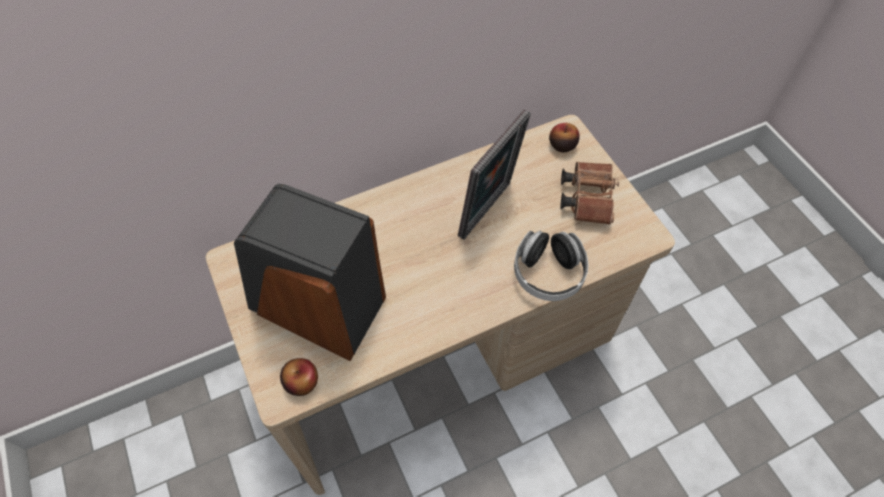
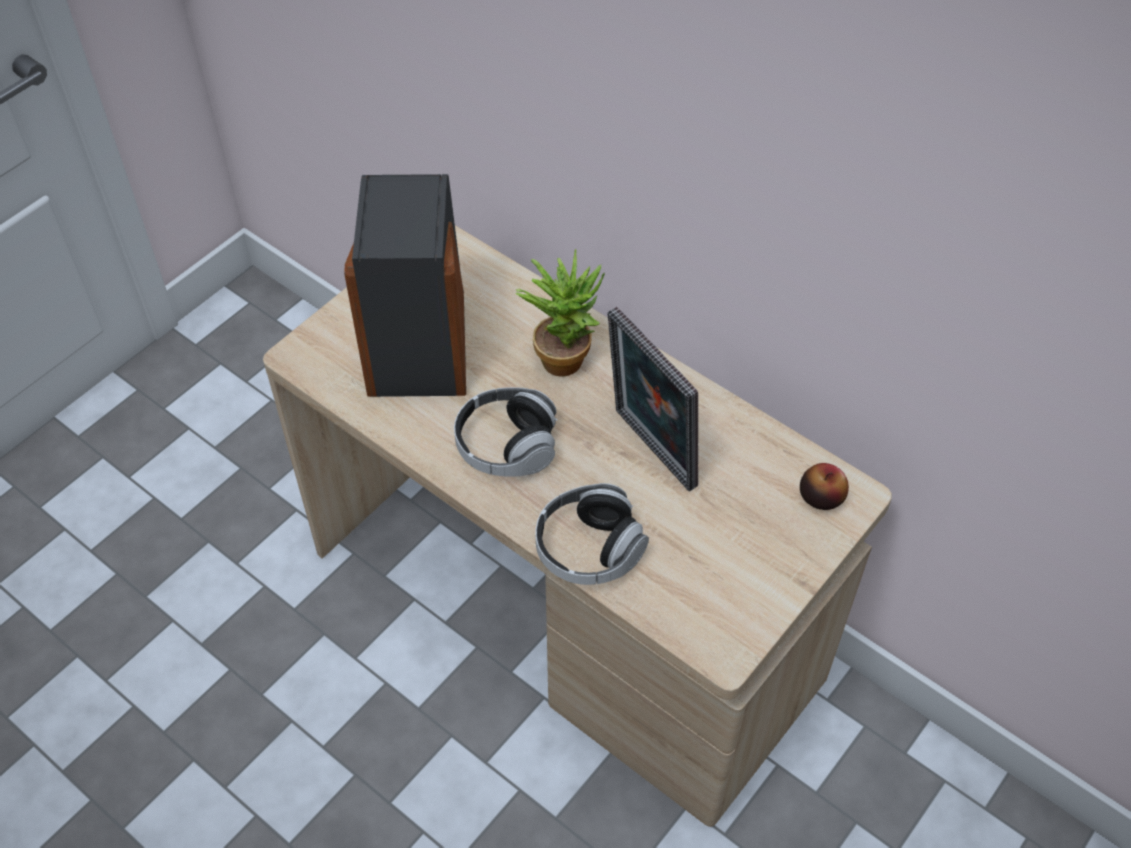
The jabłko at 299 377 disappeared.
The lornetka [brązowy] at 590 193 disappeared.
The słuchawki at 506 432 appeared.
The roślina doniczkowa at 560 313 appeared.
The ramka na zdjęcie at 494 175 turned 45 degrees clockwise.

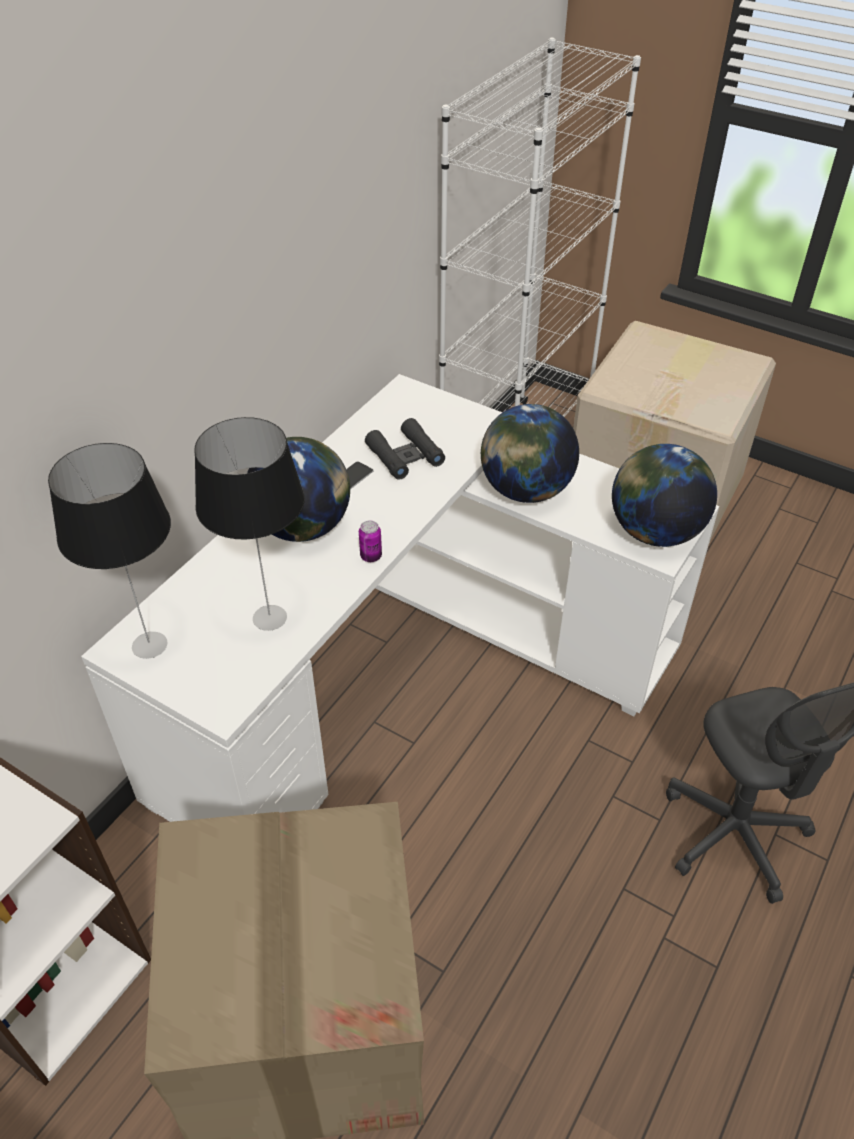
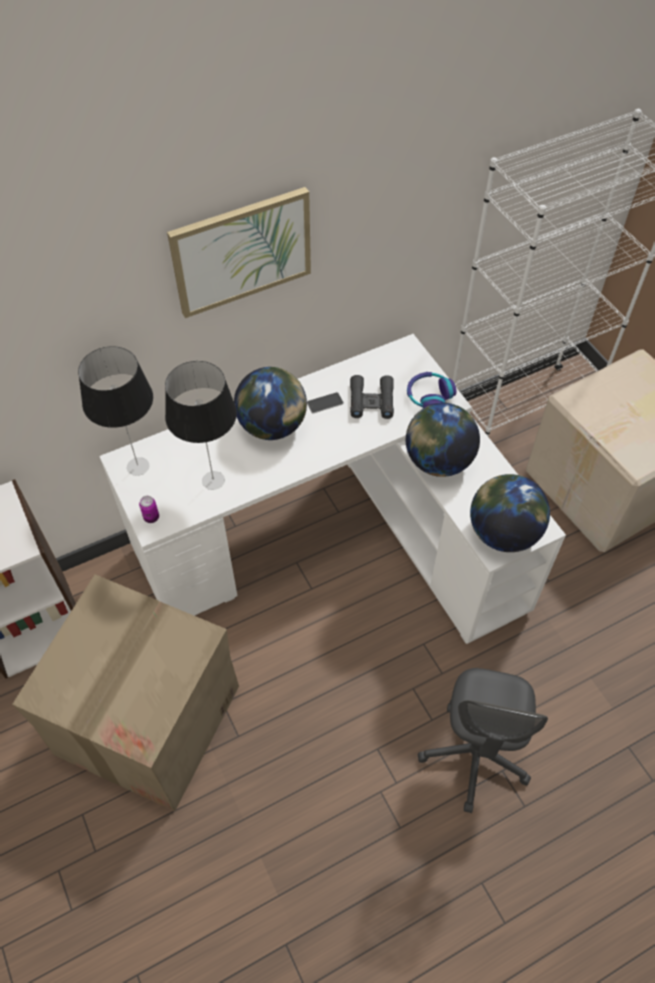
The obraz at 239 252 appeared.
The słuchawki at 431 390 appeared.
The puszka moved from 370 541 to 149 509.

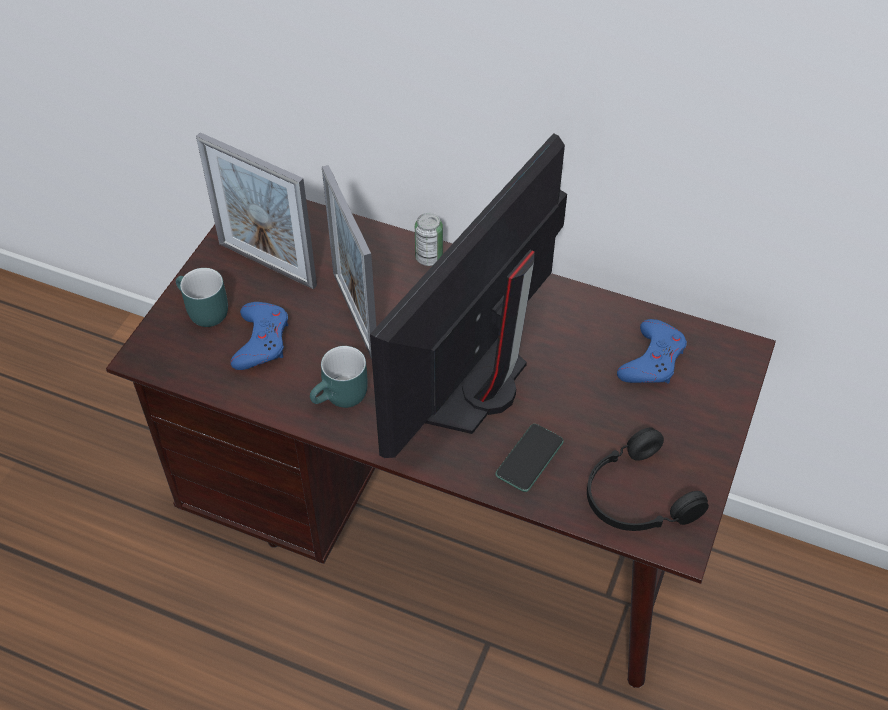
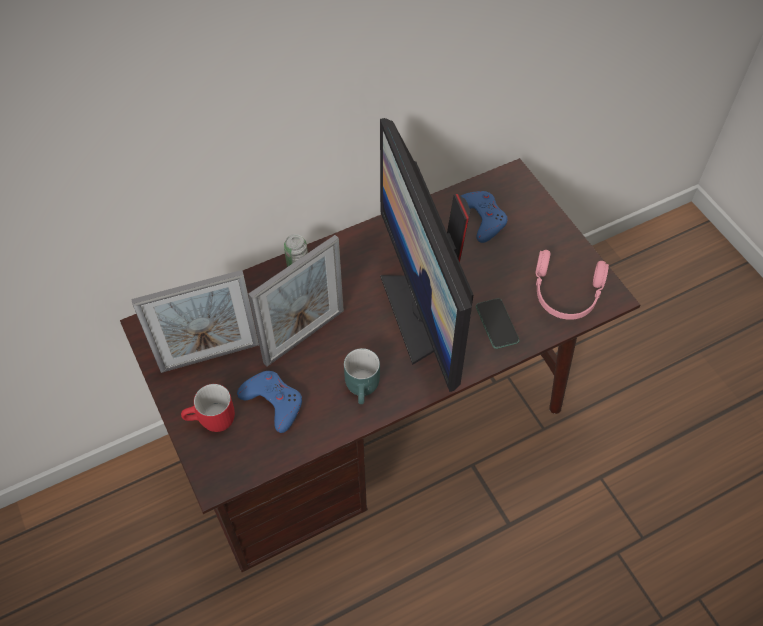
The kubek [turkusowy] at 202 297 became the kubek [czerwony] at 208 408.
The słuchawki [czarny] at 648 479 became the słuchawki [różowy] at 572 285.
The ramka na zdjęcie at 349 262 turned 60 degrees counterclockwise.

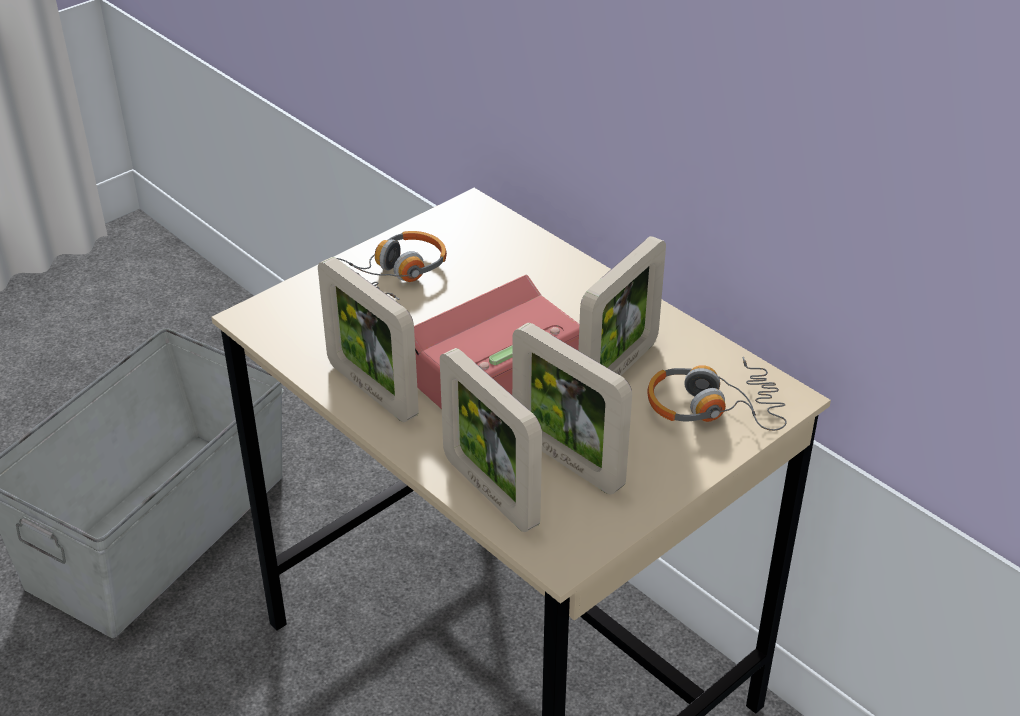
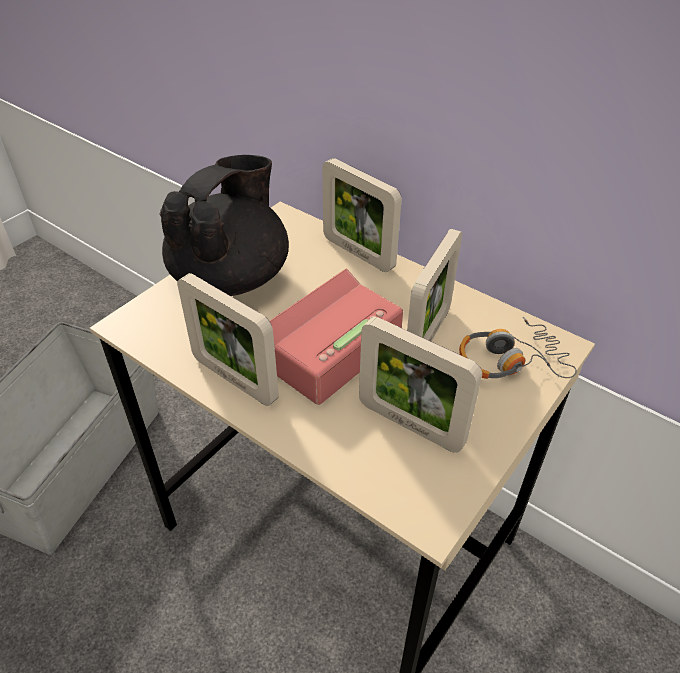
The ramka na zdjęcie moved from 491 440 to 362 215.
The słuchawki at 392 265 was replaced by the imbryk [czarny] at 224 225.

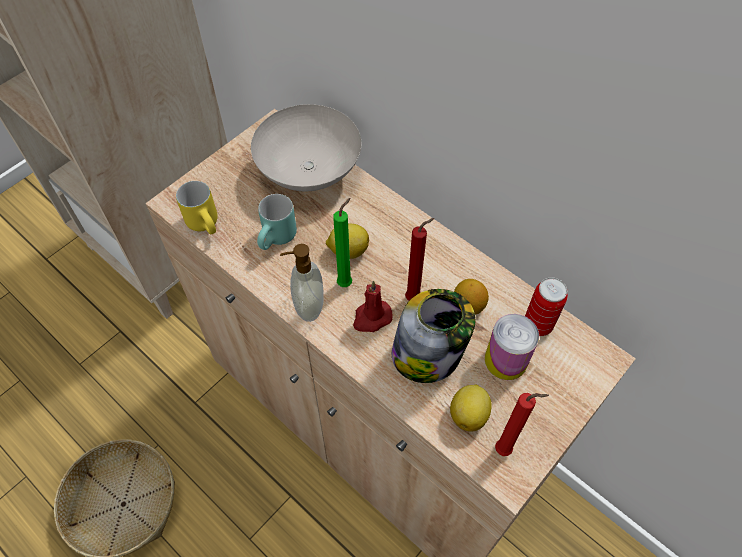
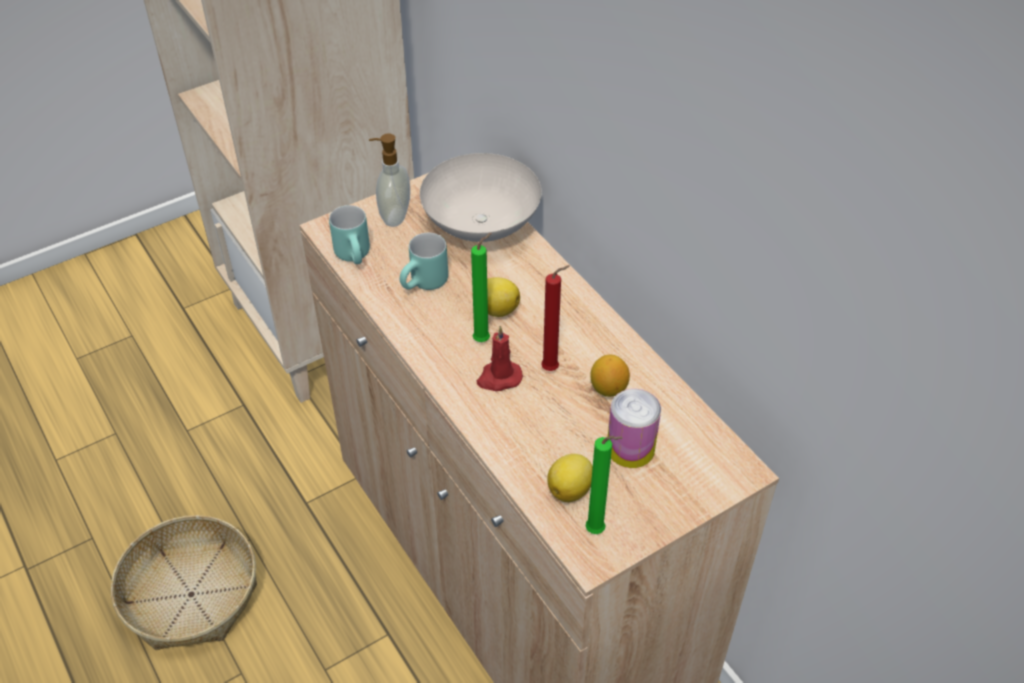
The słoik at 434 336 disappeared.
The puszka at 546 306 disappeared.
The dozownik mydła moved from 301 283 to 389 180.
The kubek [żółty] at 197 207 became the kubek [turkusowy] at 349 234.
The świeca [czerwony] at 522 424 became the świeca [zielony] at 604 485.

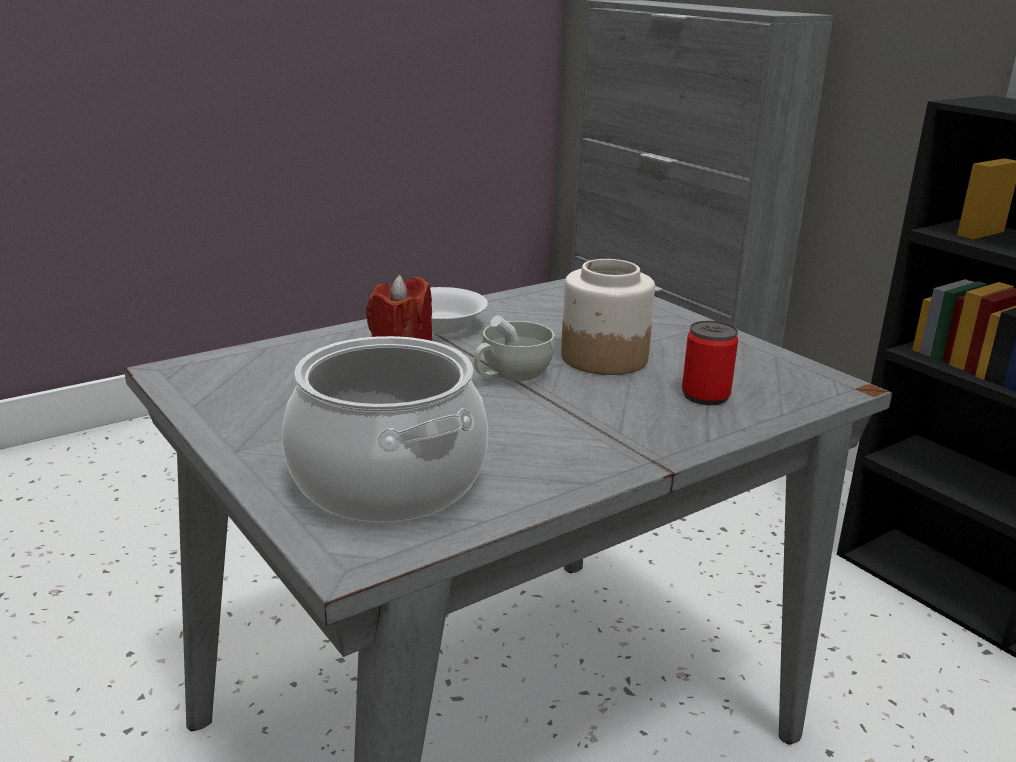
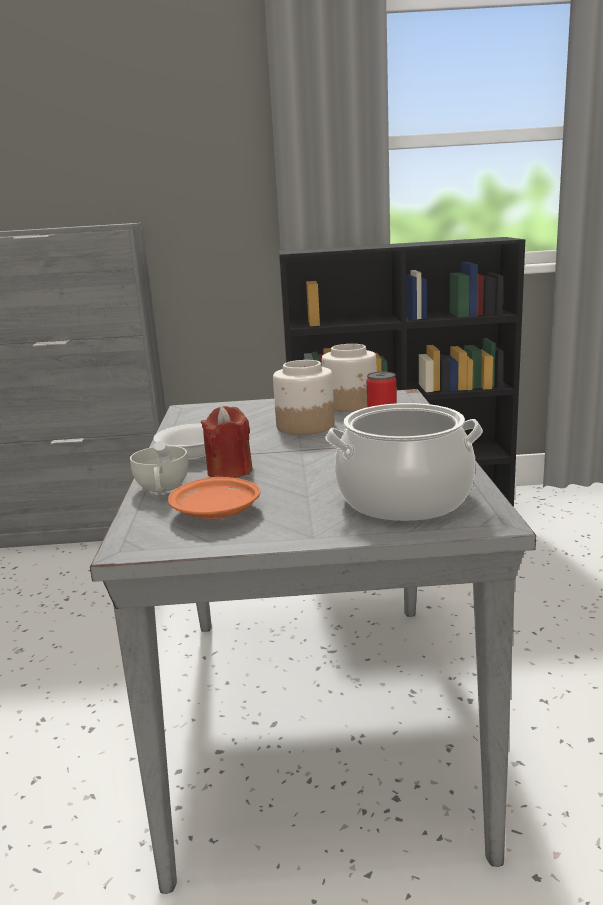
The talerz [pomarańczowy] at 214 498 appeared.
The słoik at 349 378 appeared.
The filiżanka [biały] moved from 514 348 to 159 467.

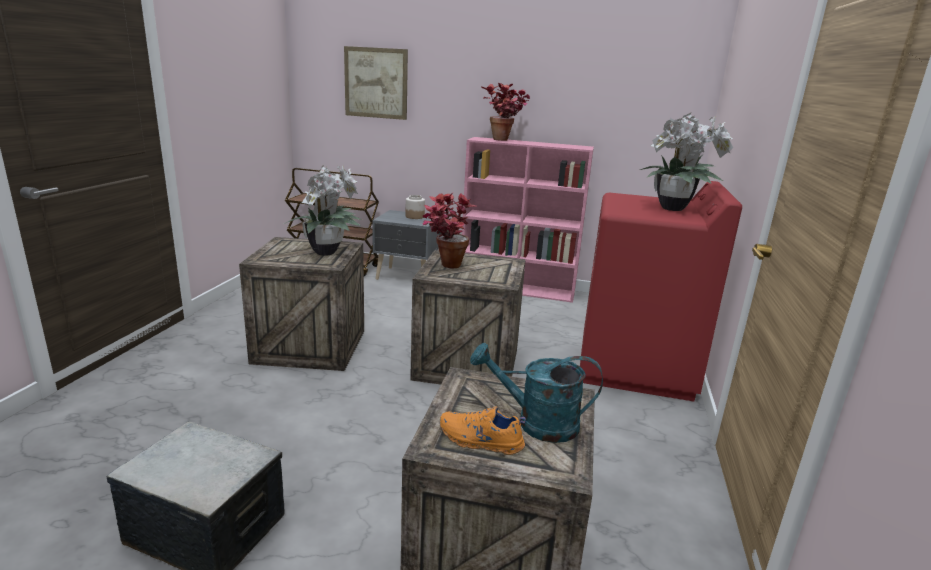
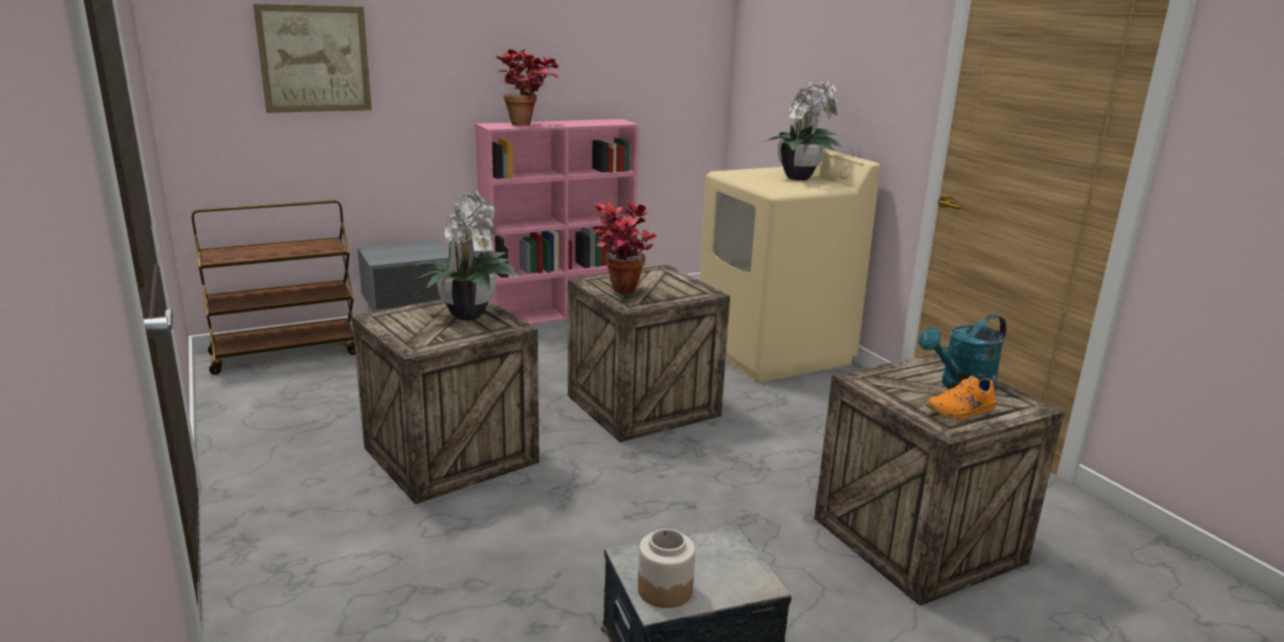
The słoik moved from 415 207 to 666 568.
The pralka [czerwony] at 661 291 became the pralka [beżowy] at 790 265.

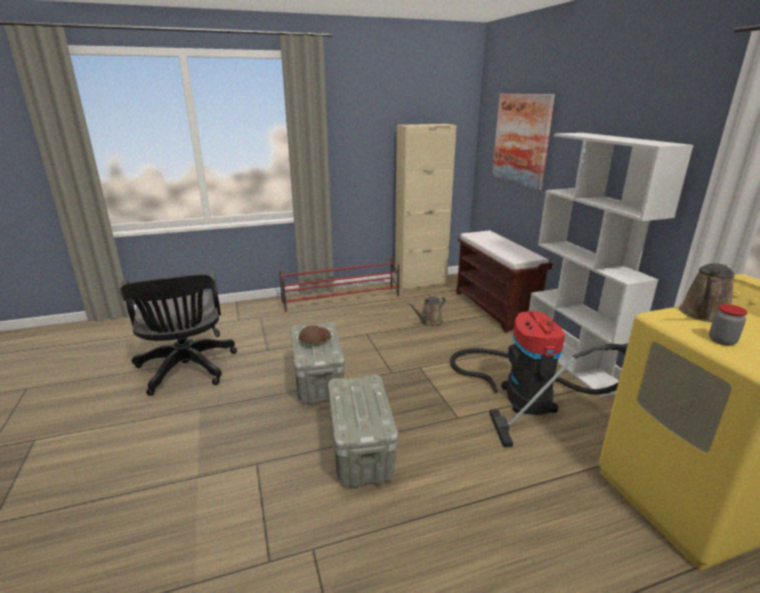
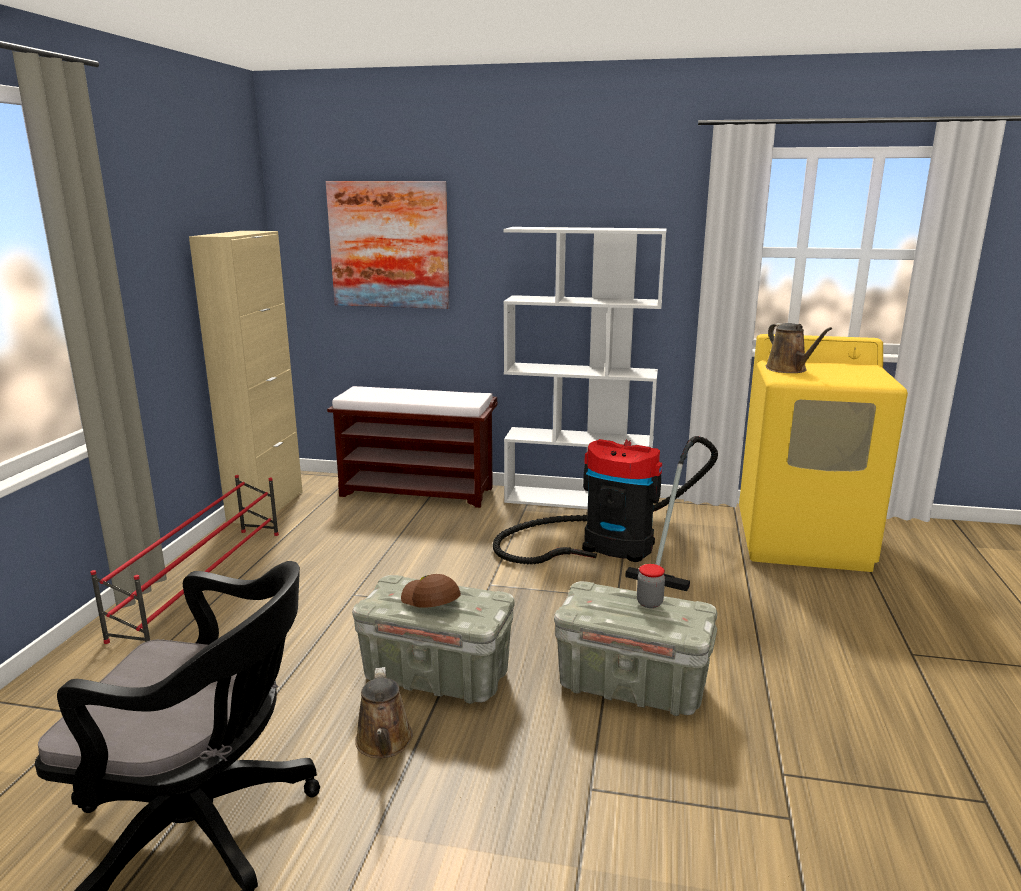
The konewka [brązowy] moved from 426 311 to 384 712.
The słoik moved from 728 325 to 651 586.

